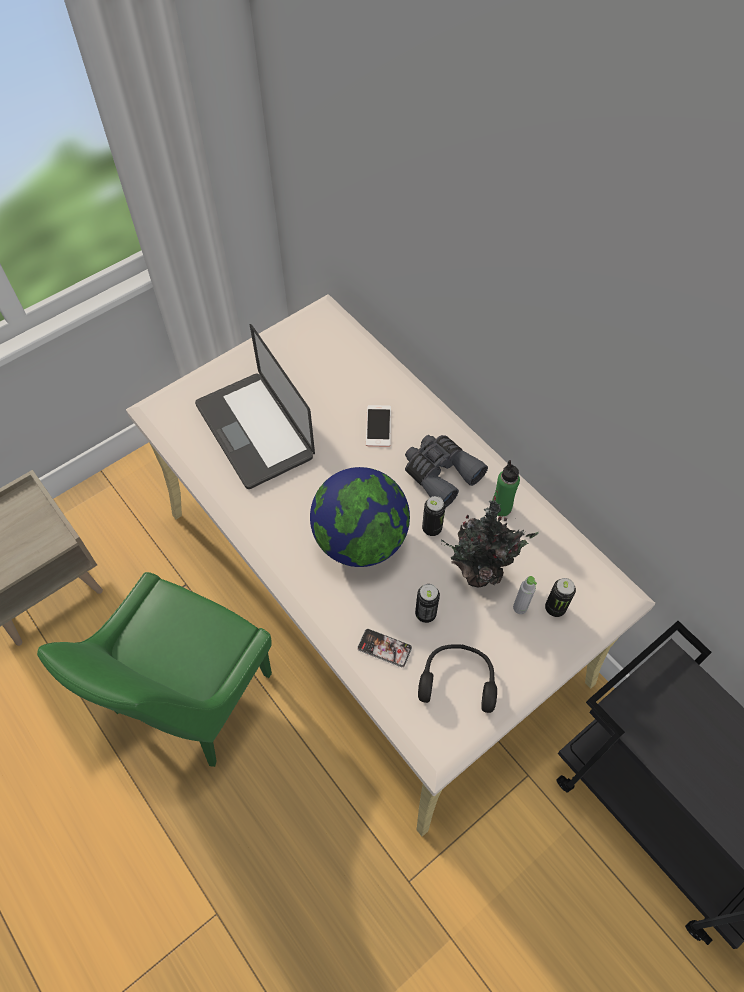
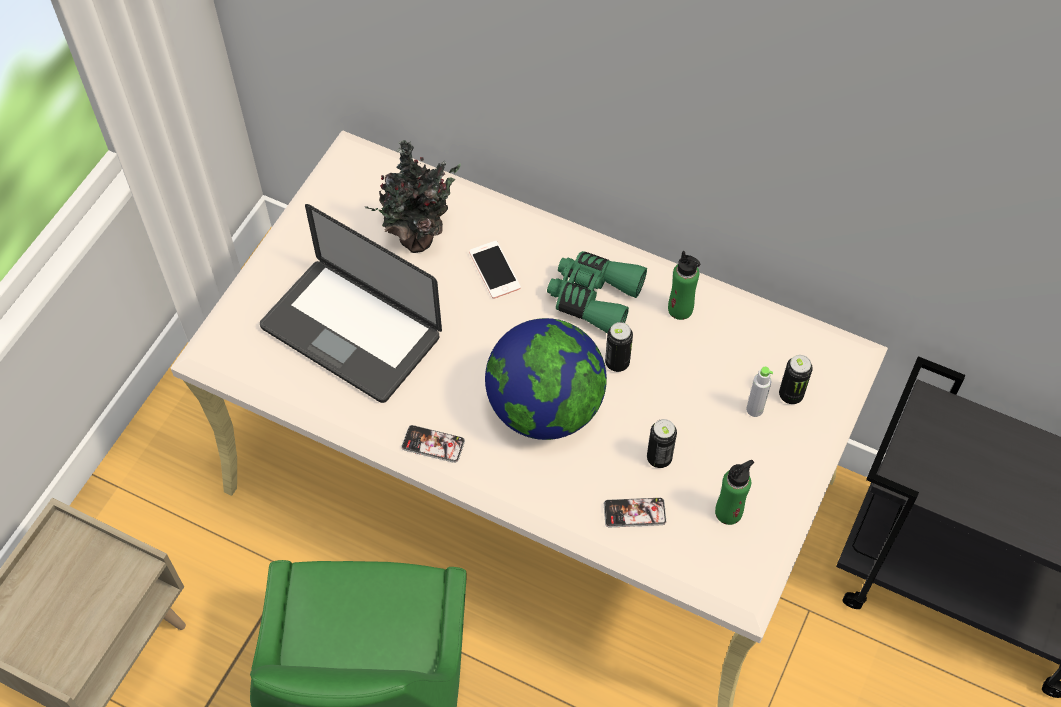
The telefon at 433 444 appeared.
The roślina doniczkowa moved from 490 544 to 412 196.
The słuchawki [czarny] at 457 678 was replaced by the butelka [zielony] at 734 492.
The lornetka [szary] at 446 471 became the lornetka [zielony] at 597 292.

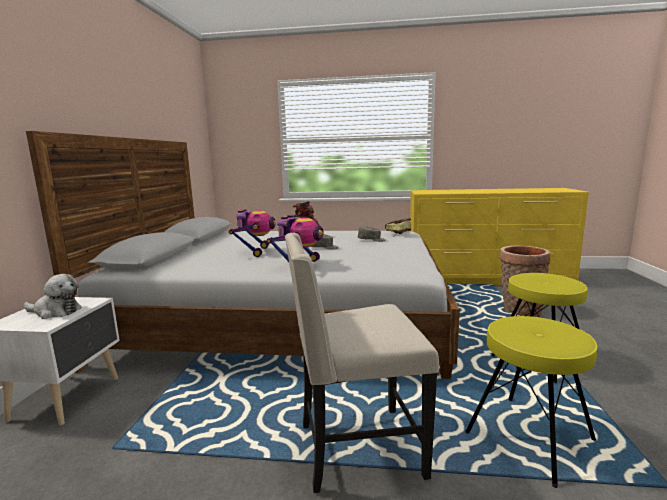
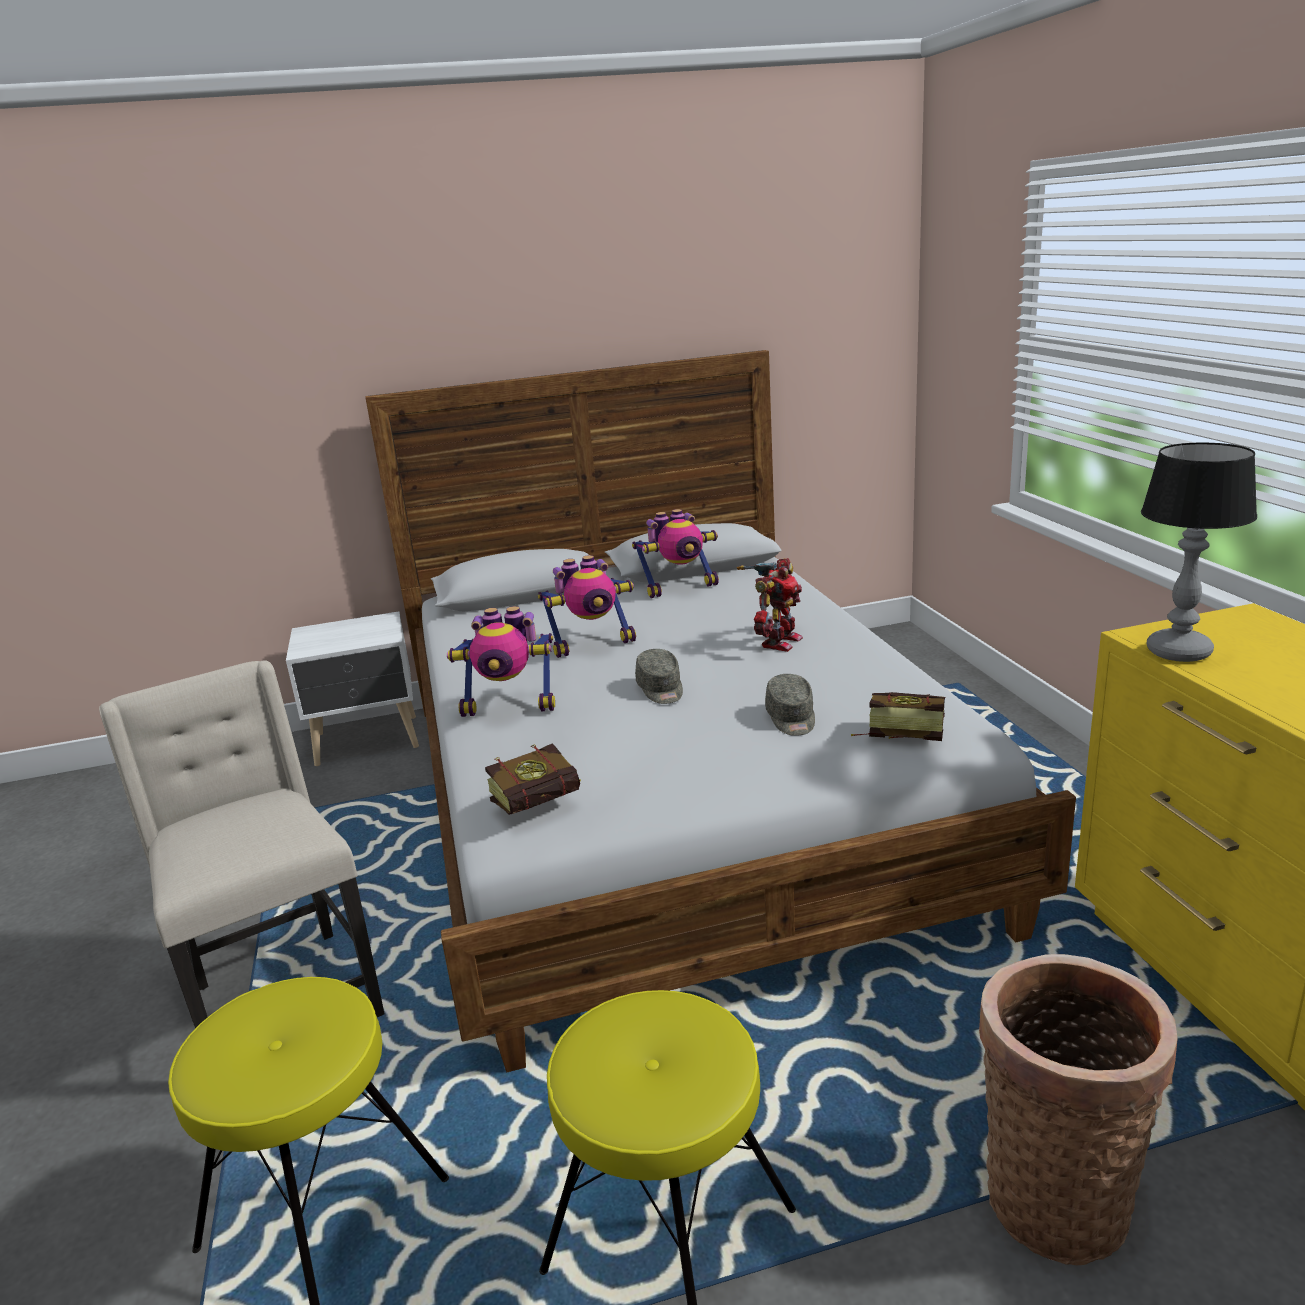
The pluszak at 53 296 disappeared.
The książka at 533 779 appeared.
The robot zabawkowy at 675 553 appeared.
The lampa stołowa at 1199 552 appeared.

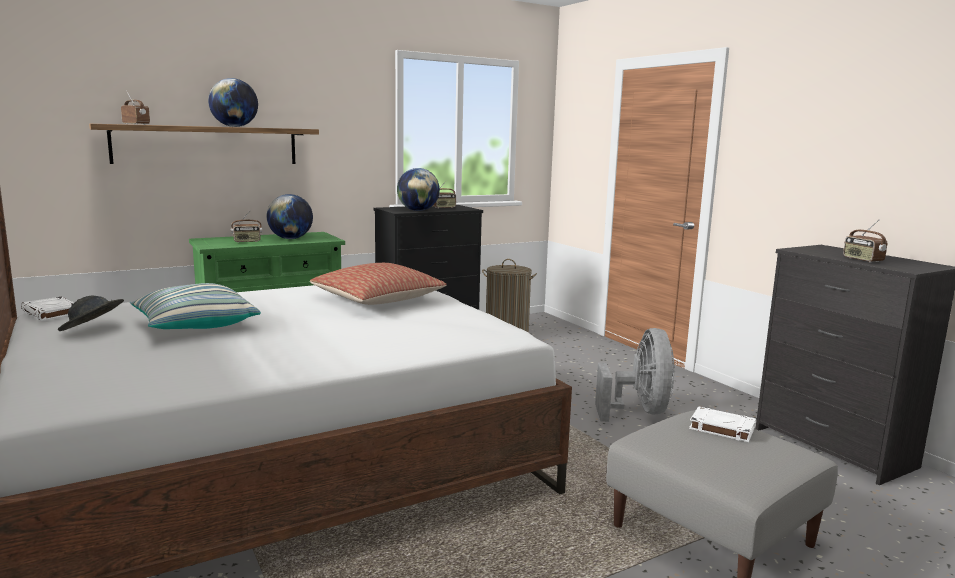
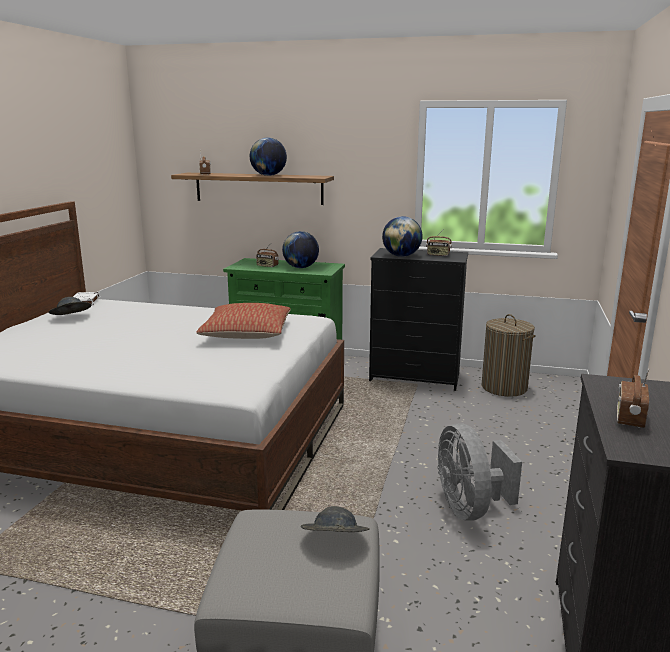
The poduszka at 195 306 disappeared.
The książka [biały] at 722 424 was replaced by the kapelusz [szary] at 335 519.
The wentylator [szary] at 635 375 turned 120 degrees clockwise.

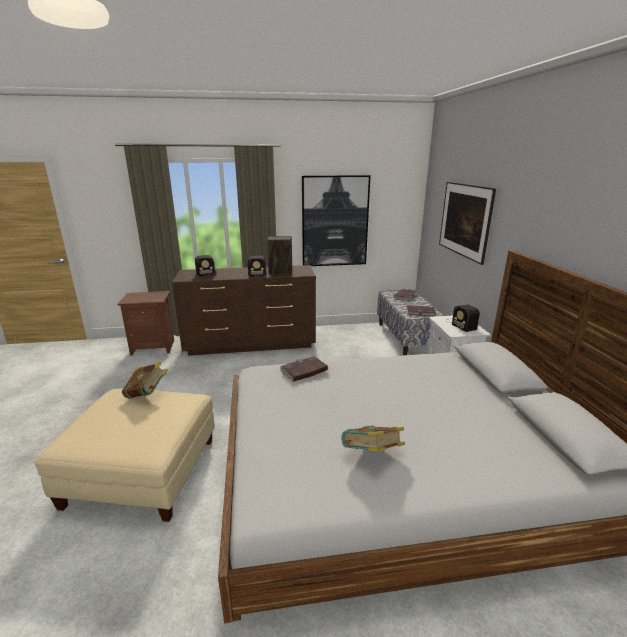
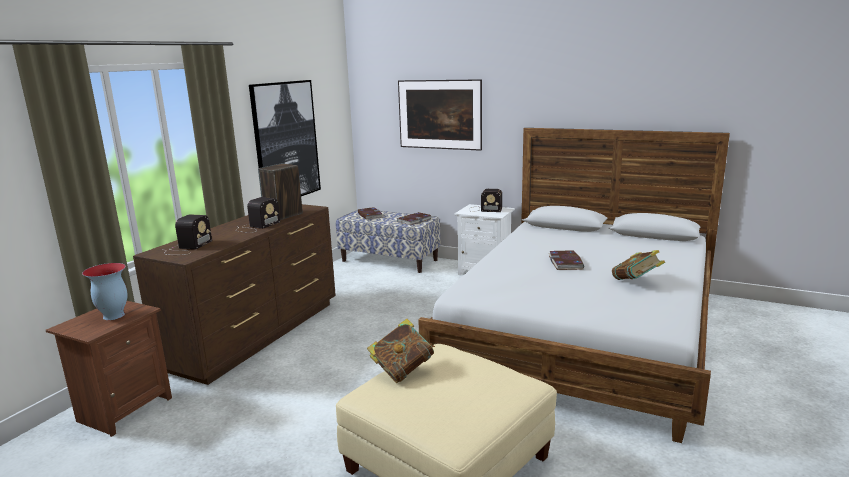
The wazon at 105 291 appeared.
The książka moved from 304 369 to 566 260.

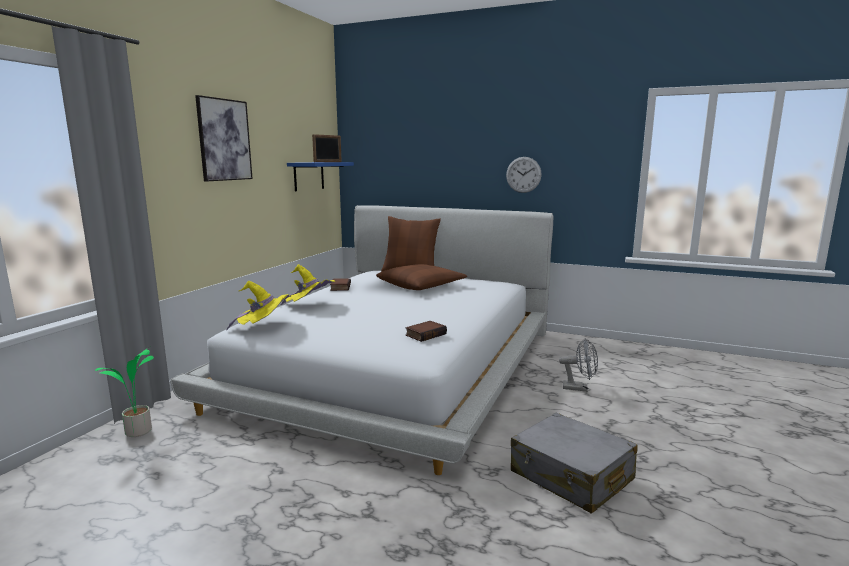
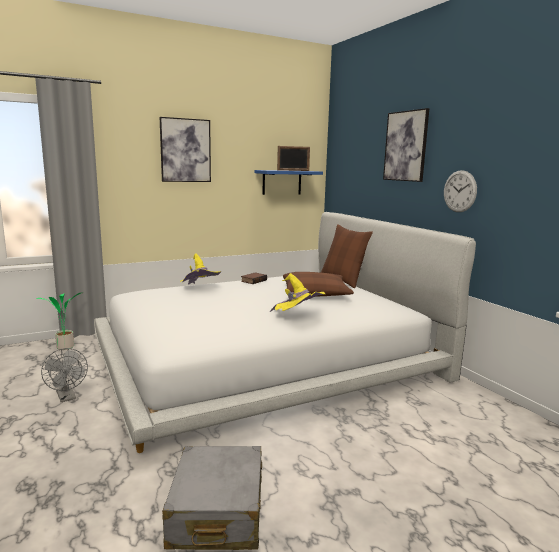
The książka at 426 331 disappeared.
The obraz at 406 145 appeared.
The kapelusz [żółty] moved from 258 305 to 297 292.
The wentylator [szary] moved from 578 365 to 64 375.

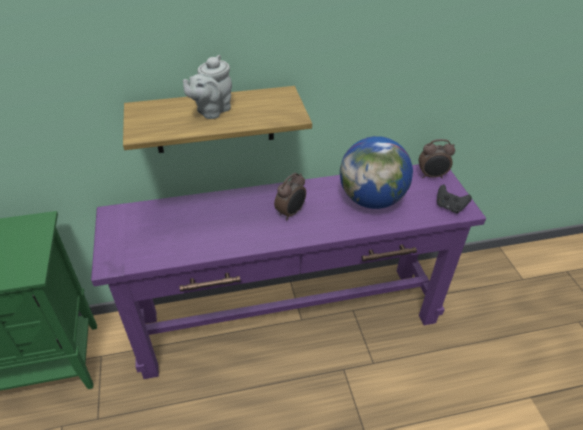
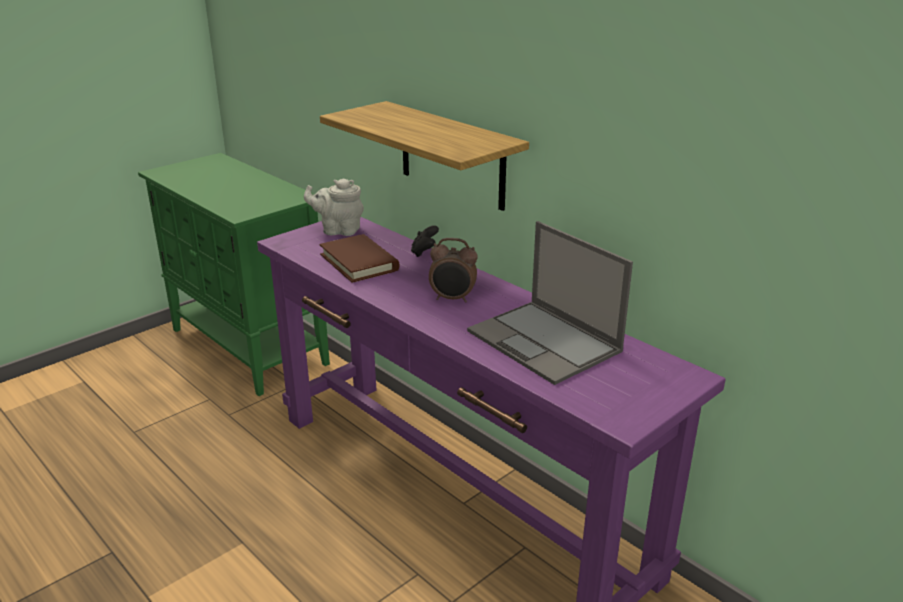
The budzik at 437 158 disappeared.
The książka [brązowy] at 359 258 appeared.
The imbryk [szary] moved from 207 87 to 334 207.
The pad do gier [czarny] moved from 454 199 to 425 241.
The globus at 376 172 was replaced by the laptop at 550 303.

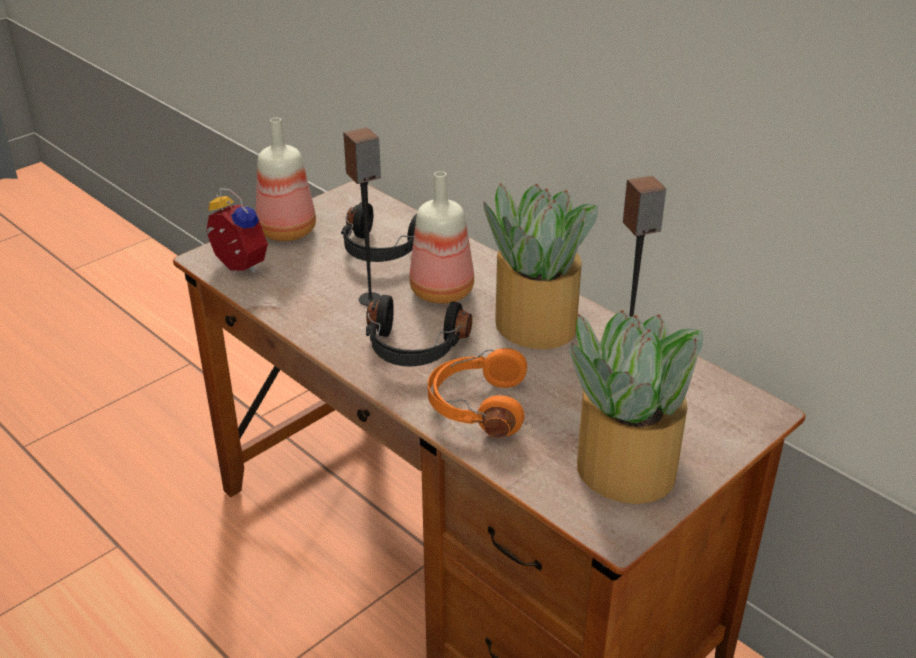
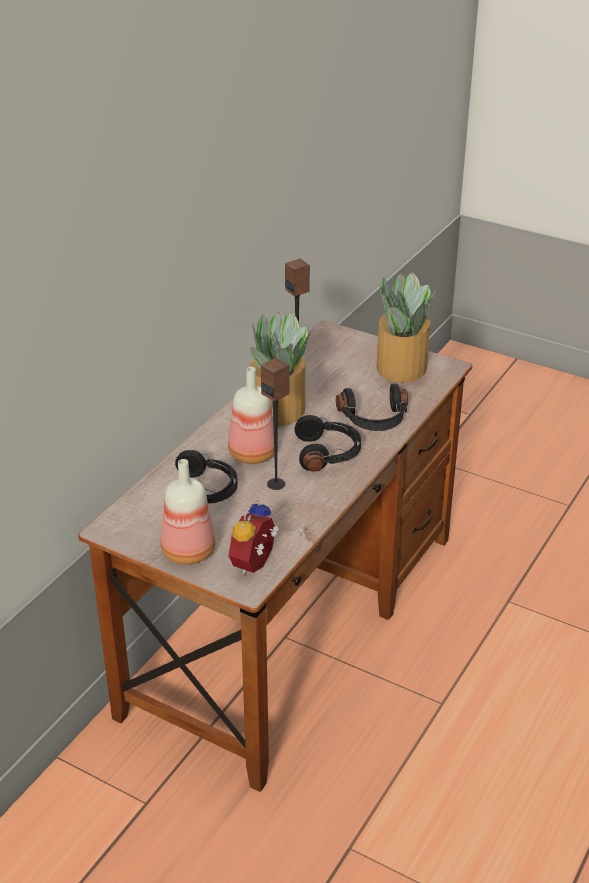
The słuchawki [pomarańczowy] at 477 393 became the słuchawki [czarny] at 372 407.

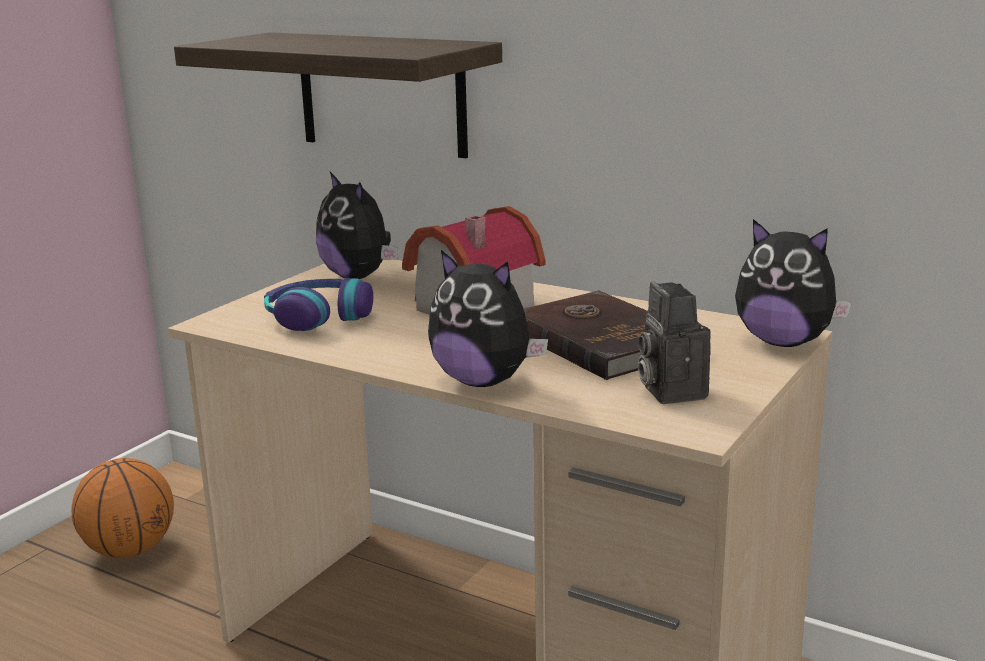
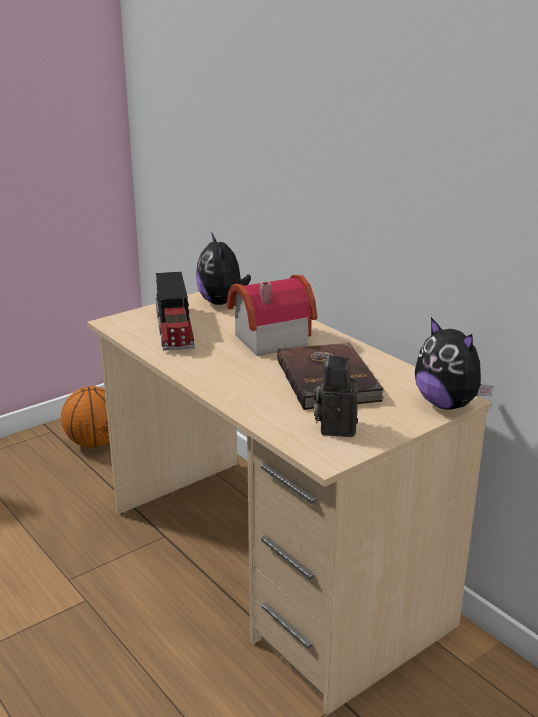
The półka at 338 95 disappeared.
The pluszak at 488 318 disappeared.
The słuchawki at 318 304 was replaced by the ciężarówka zabawkowa at 175 311.

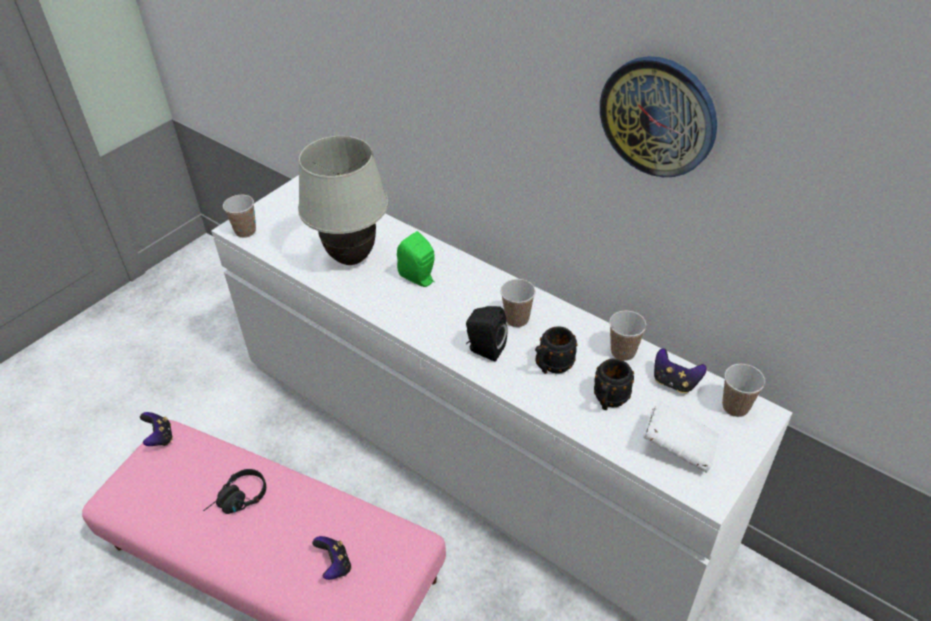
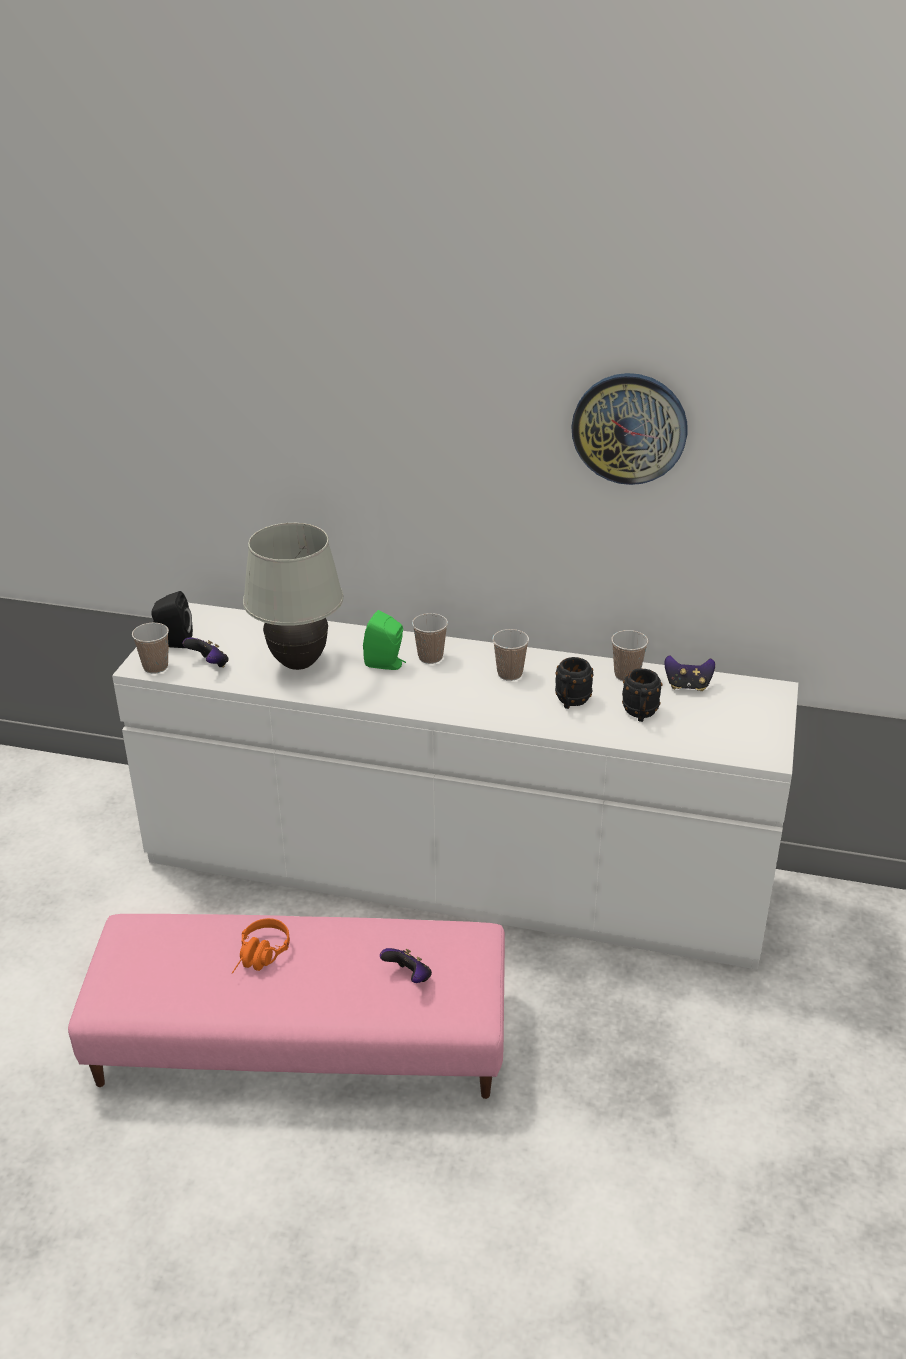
The książka [biały] at 681 436 disappeared.
The pad do gier moved from 156 429 to 205 653.
The głośnik [czarny] moved from 487 333 to 172 619.
The filiżanka moved from 743 390 to 430 638.
The słuchawki [czarny] at 234 491 became the słuchawki [pomarańczowy] at 261 946.

